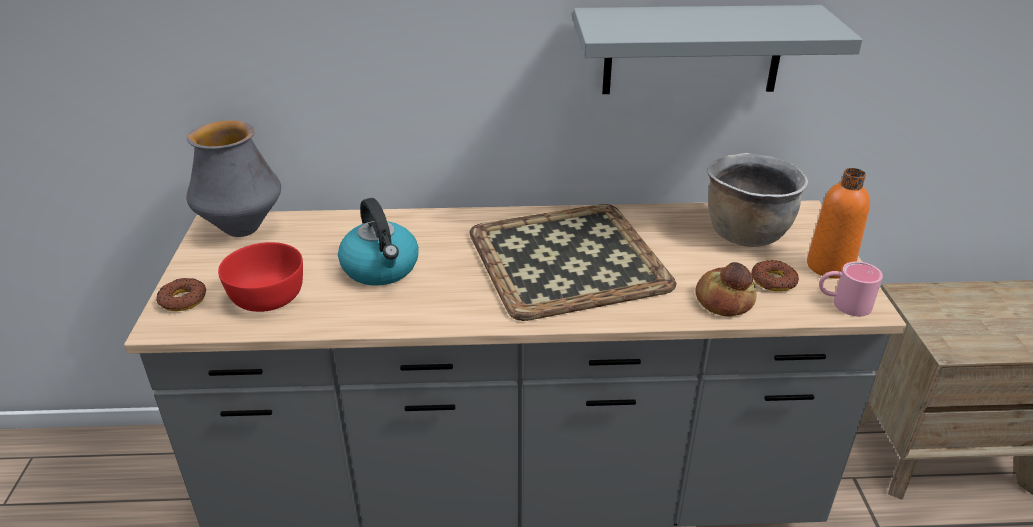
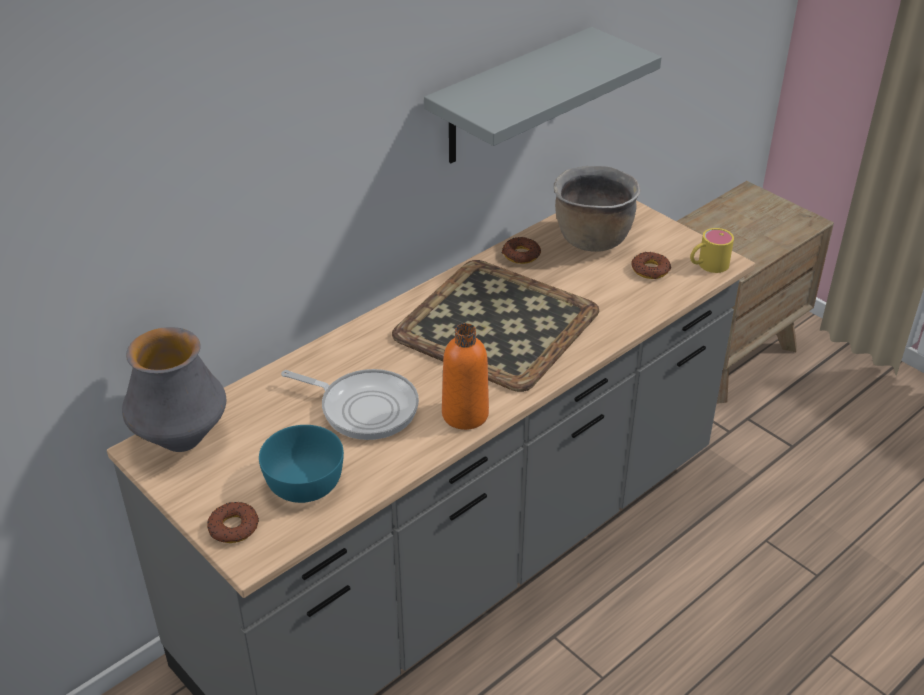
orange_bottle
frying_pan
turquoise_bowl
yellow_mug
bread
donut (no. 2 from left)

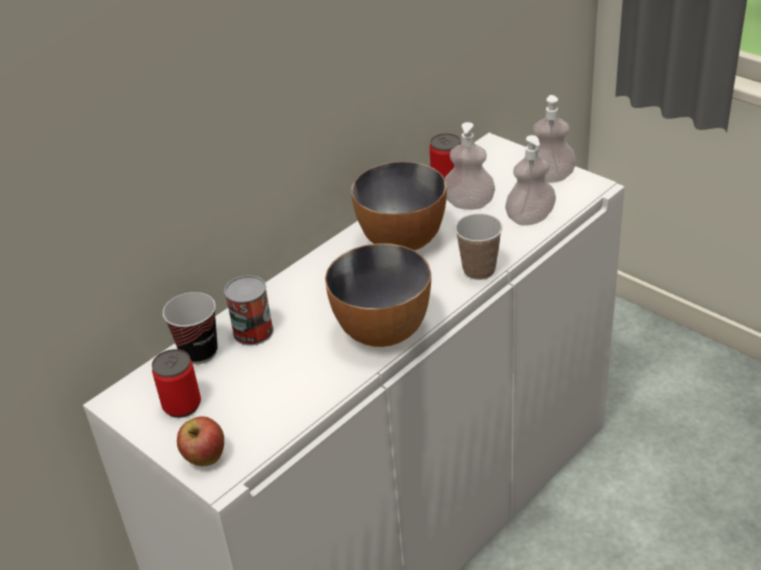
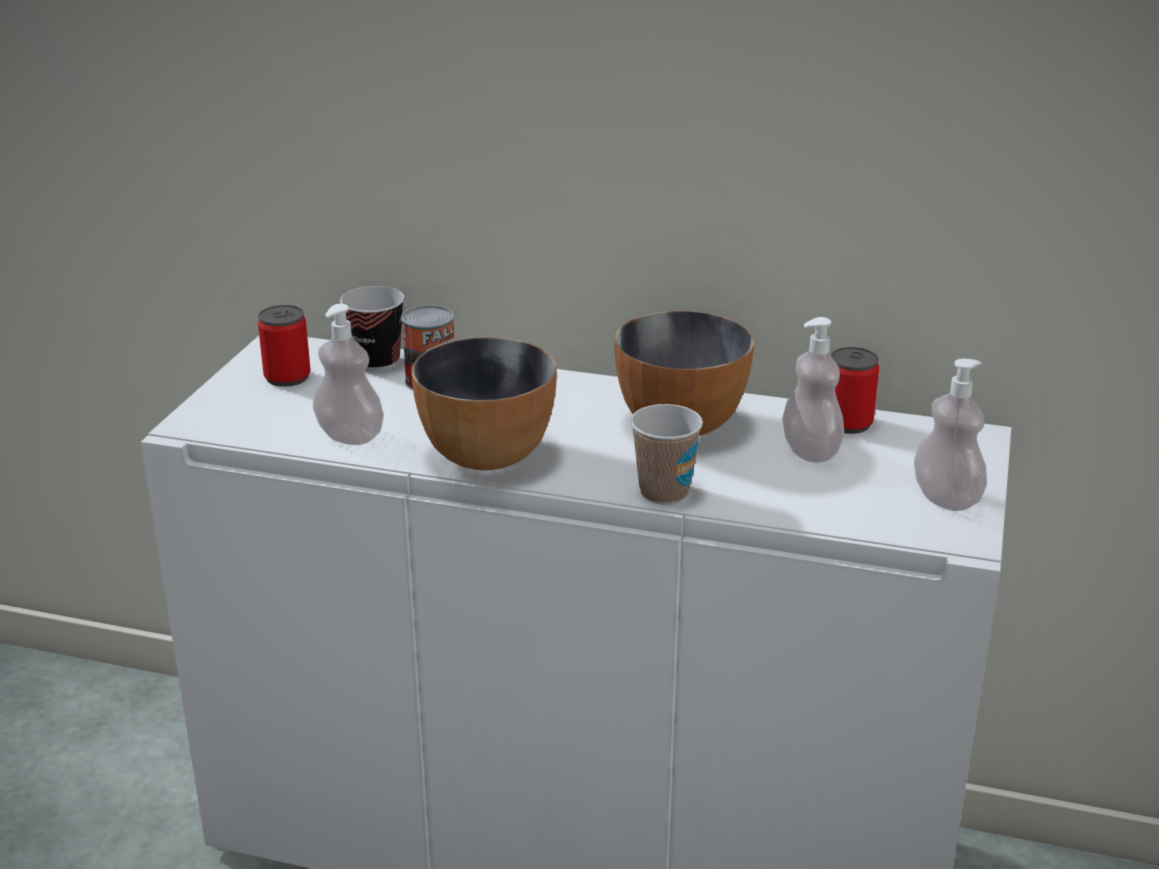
soap_dispenser (no. 1 from left)
apple

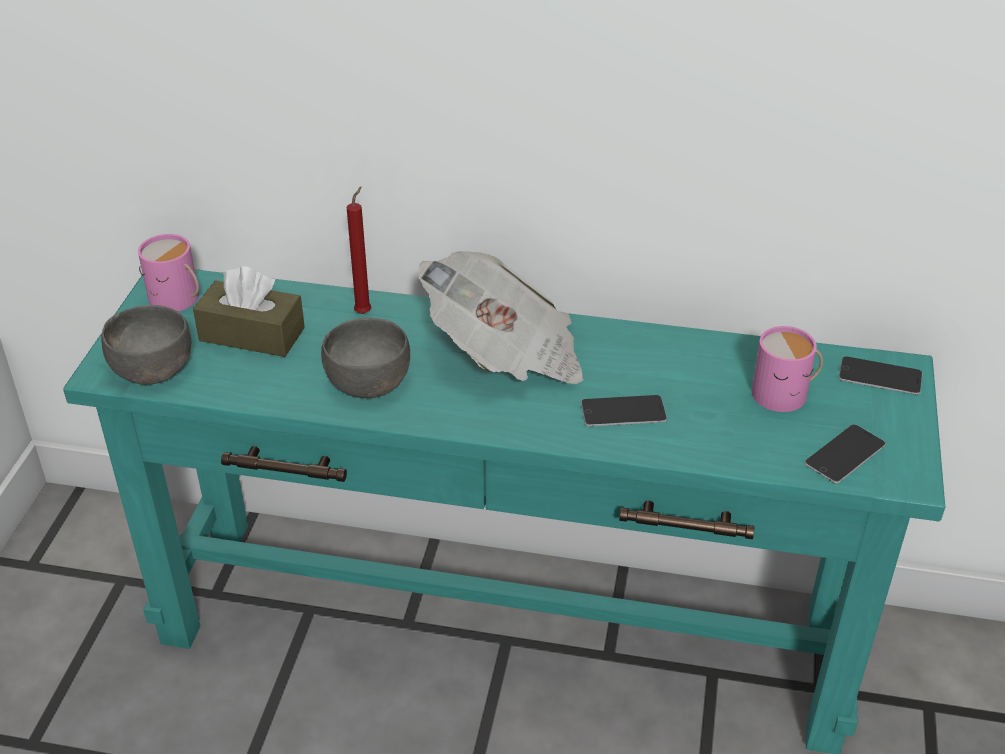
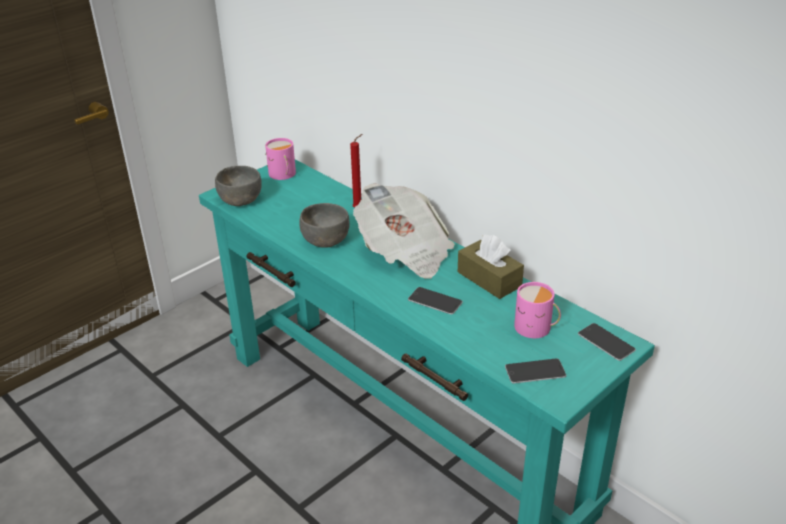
brown_tissue_box

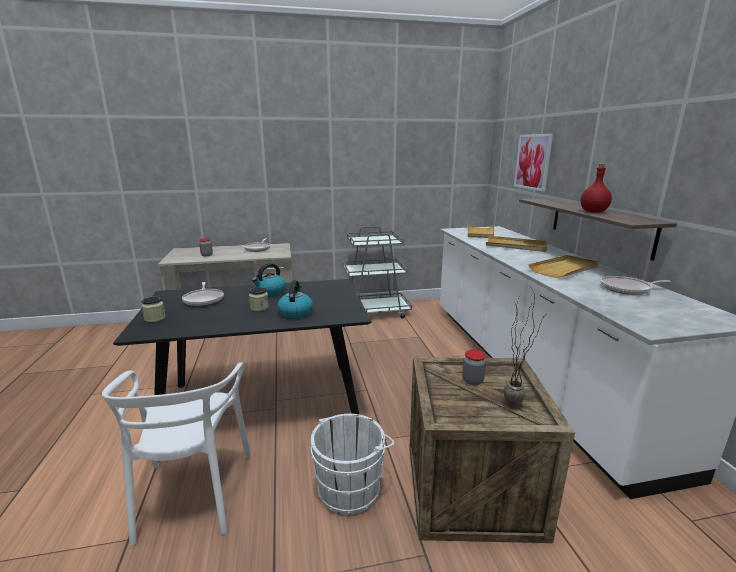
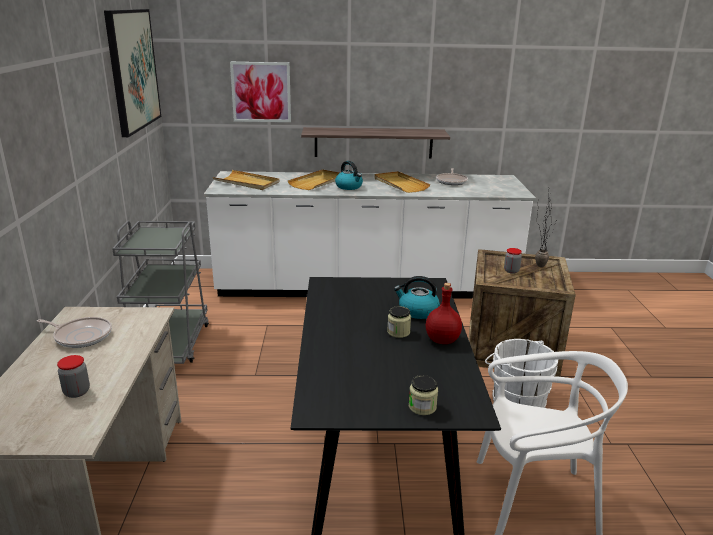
red_bottle
kettle (no. 1 from left)
frying_pan (no. 1 from left in the first image)
picture (no. 1 from left)

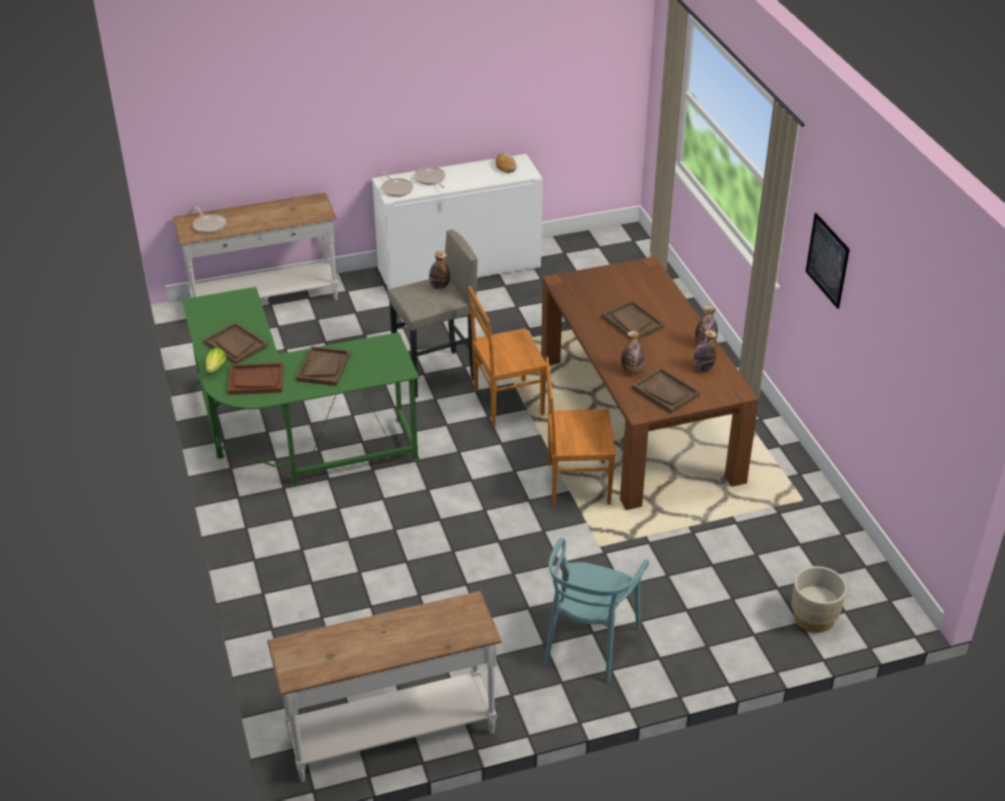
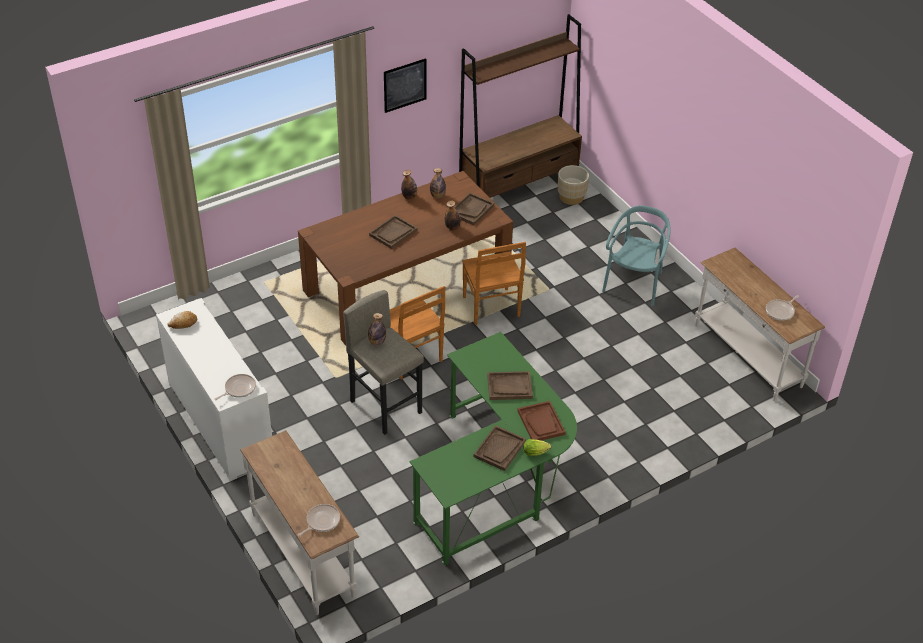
frying_pan (no. 3 from left)
turquoise_chair
brown_bookcase

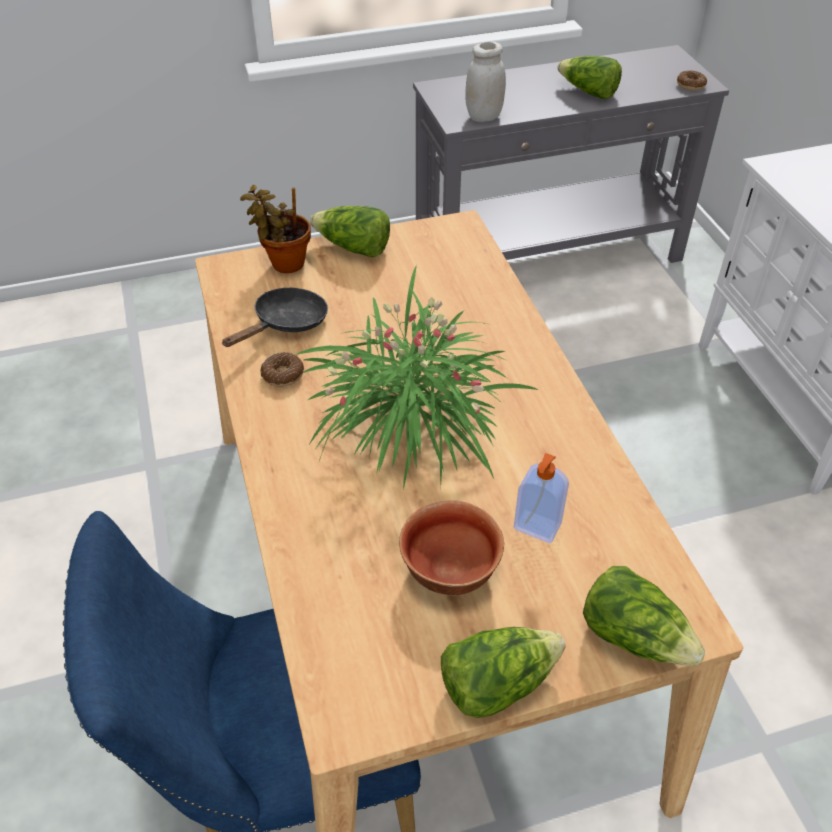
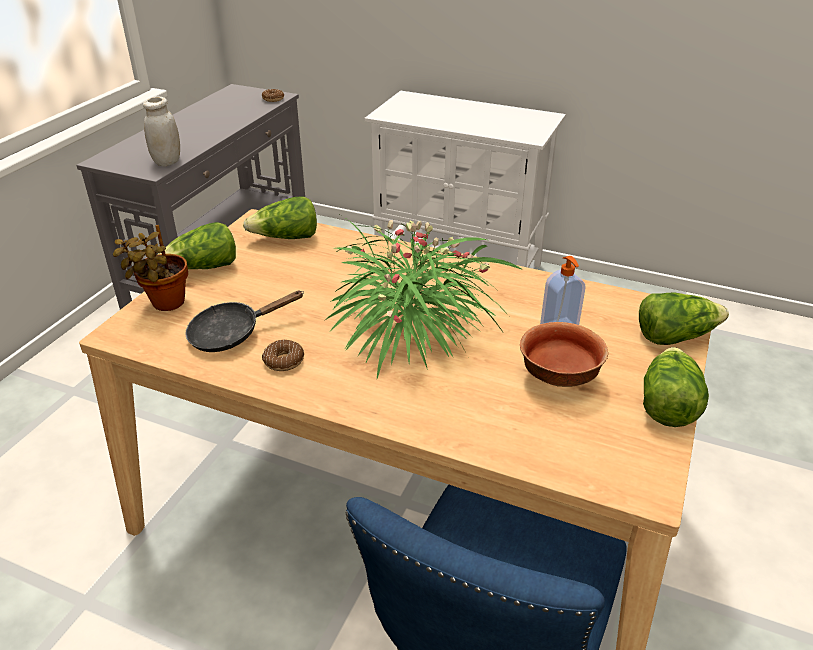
lettuce (no. 2 from left)
black_frying_pan

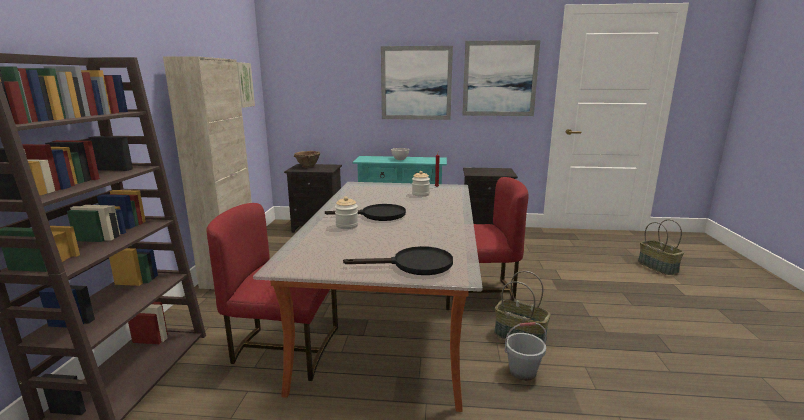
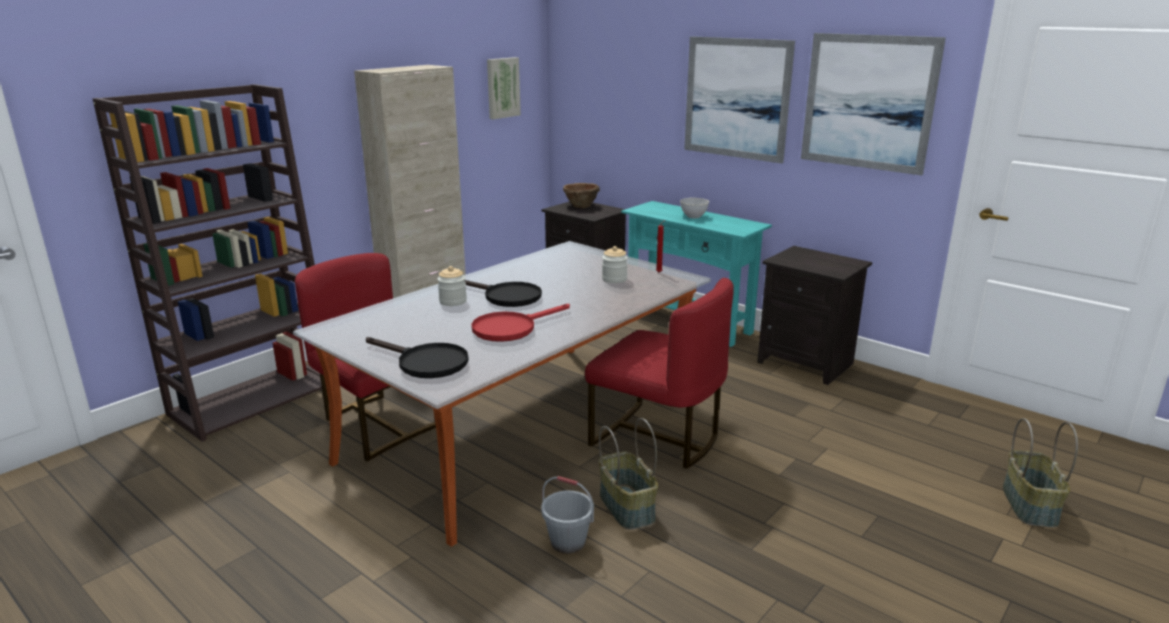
red_frying_pan

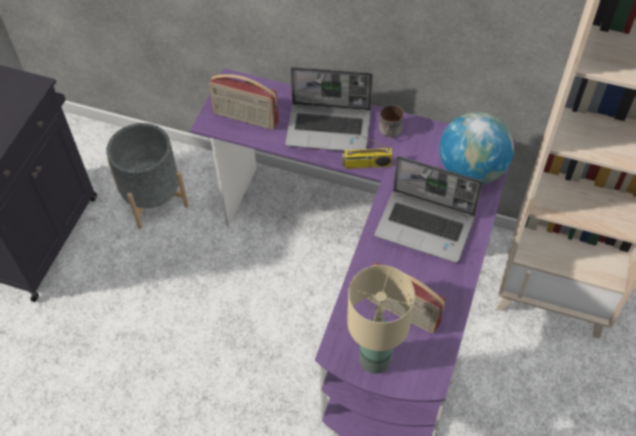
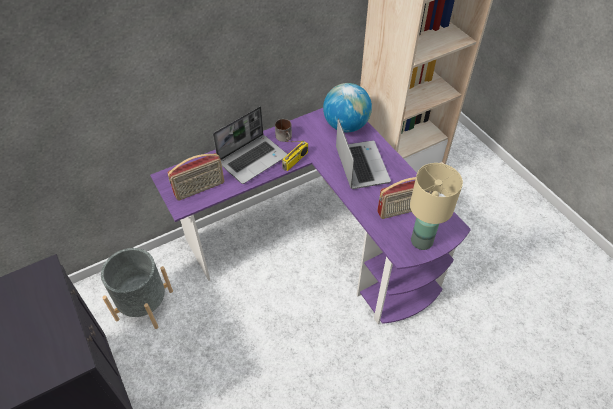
laptop (no. 2 from left)

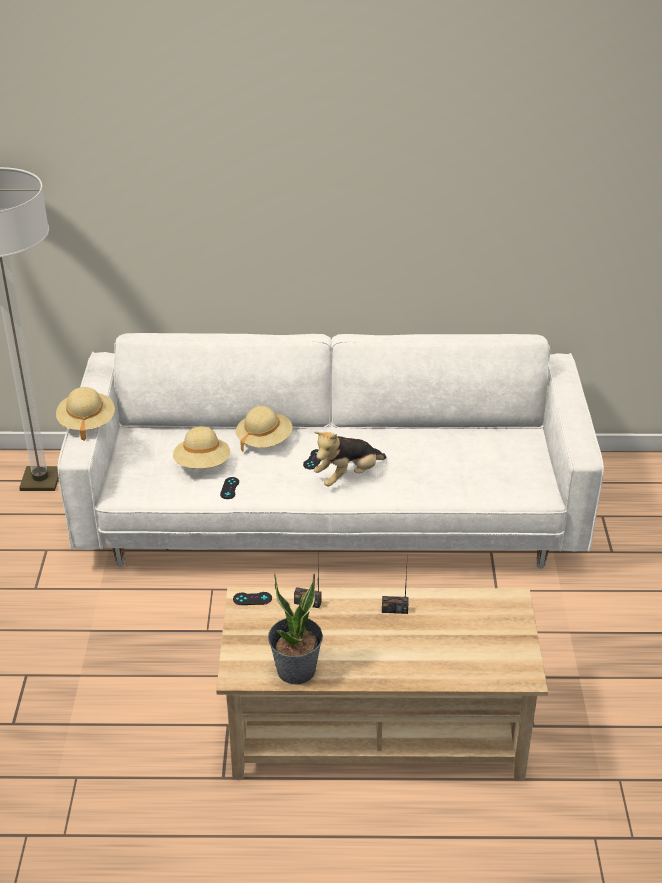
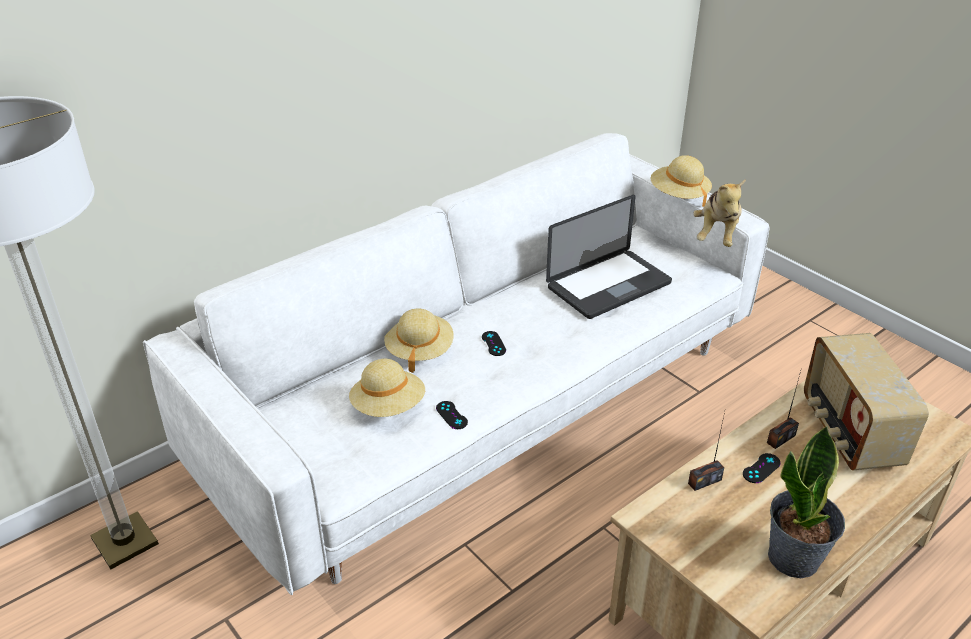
beige_hat (no. 3 from left)
plush_toy
black_game_controller (no. 3 from left)
laptop
radio (no. 3 from left)

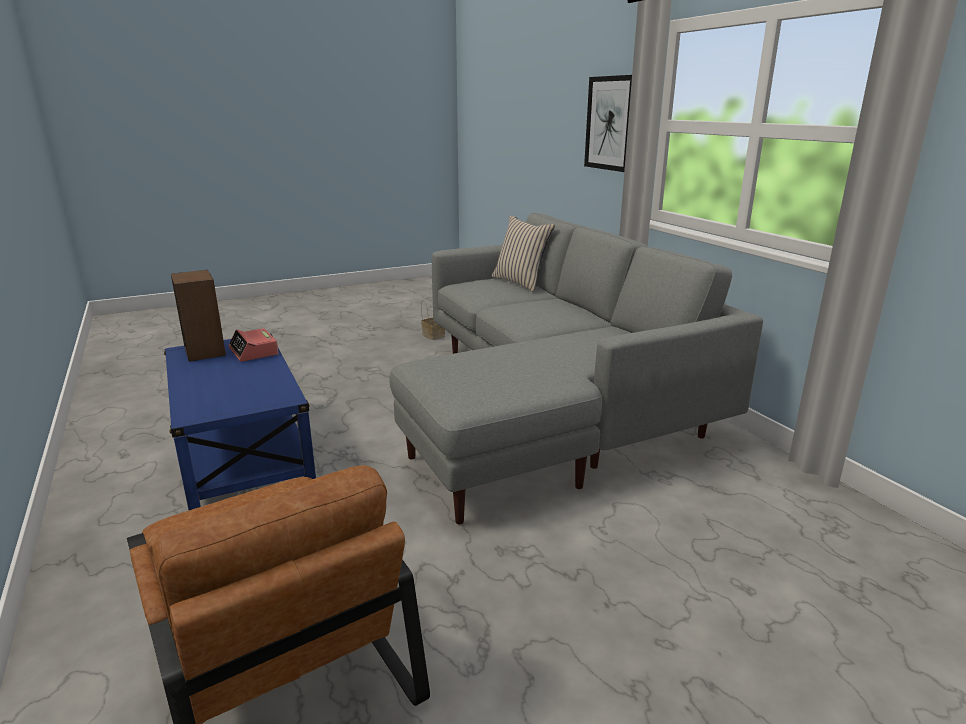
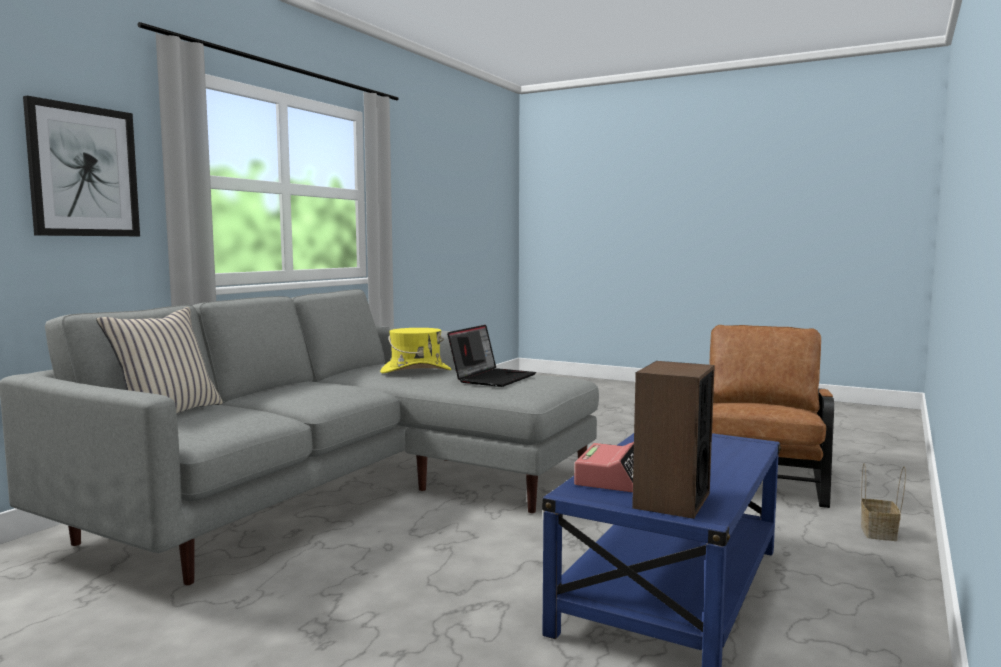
basket
laptop
yellow_hat

